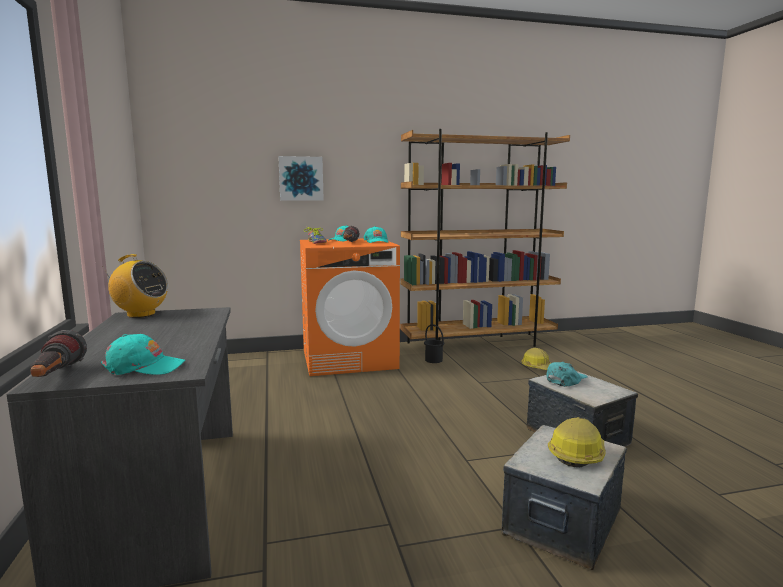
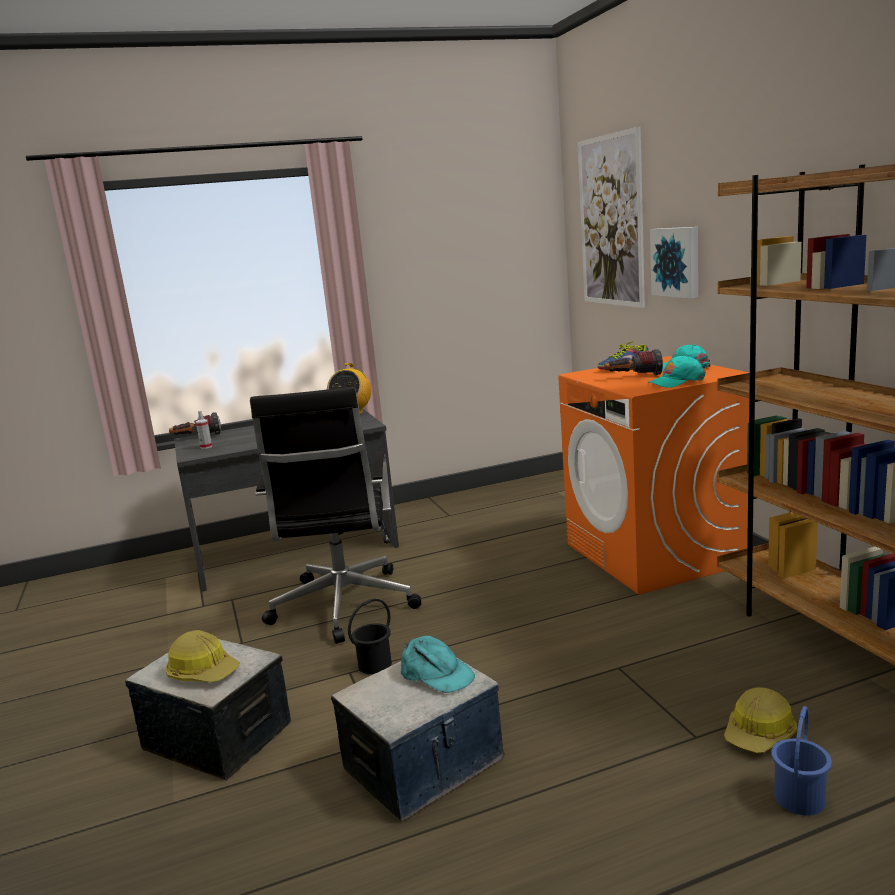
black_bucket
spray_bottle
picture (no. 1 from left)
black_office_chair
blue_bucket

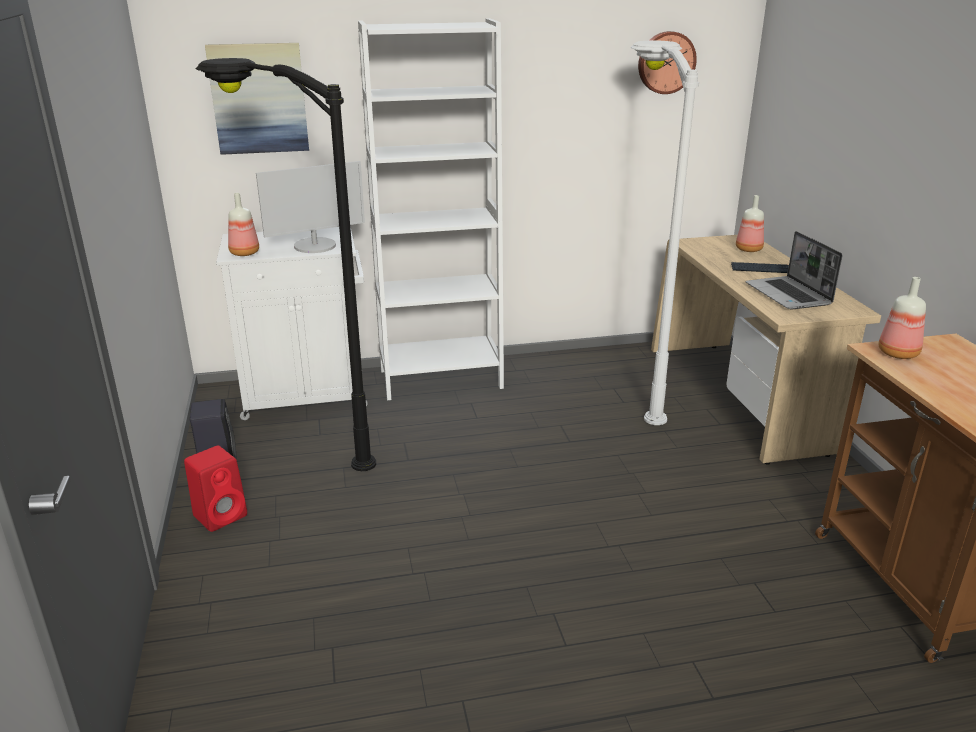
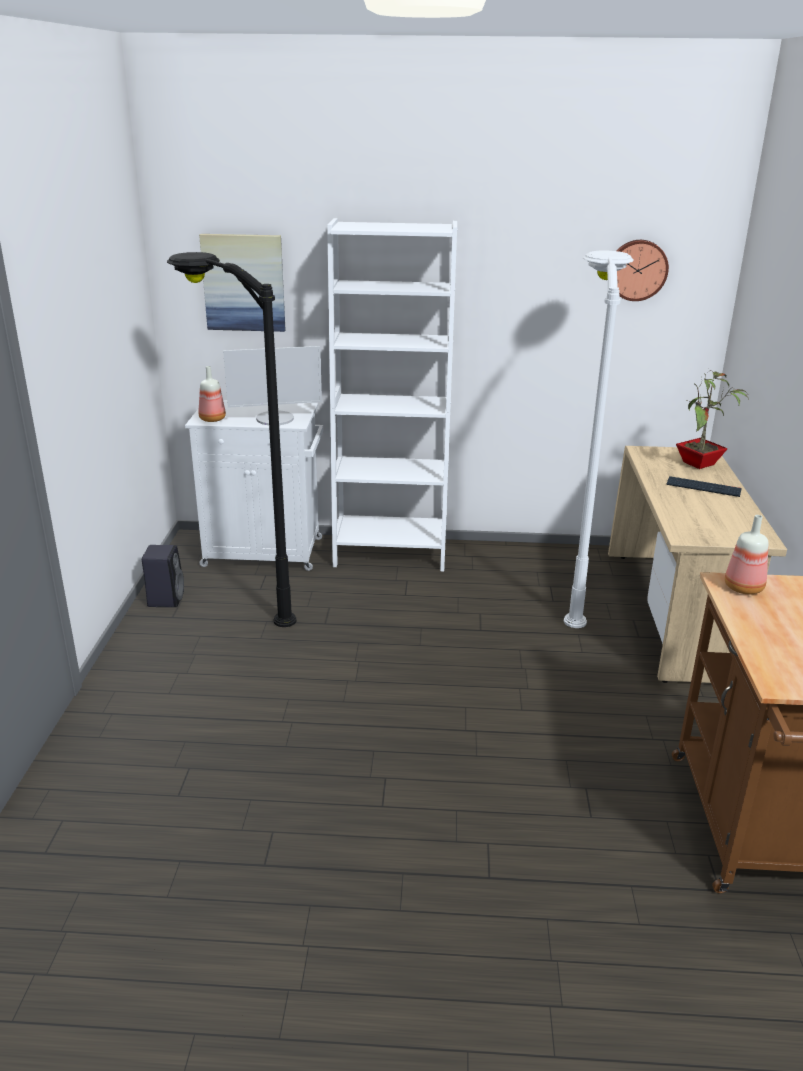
potted_plant
laptop
red_speaker

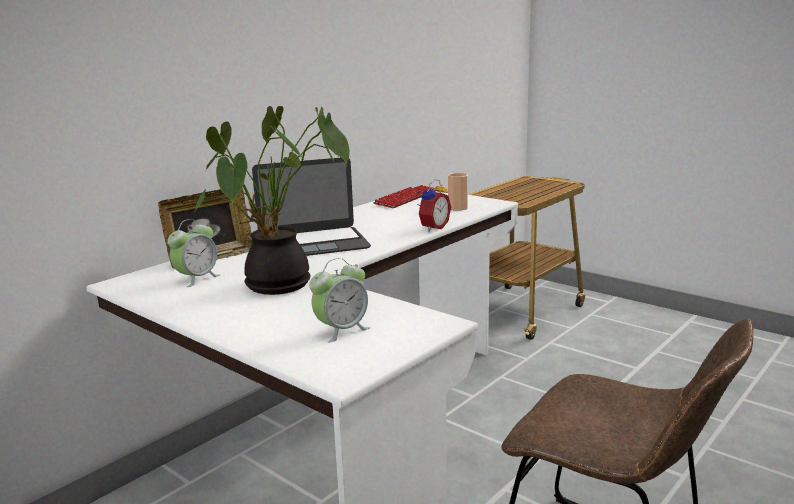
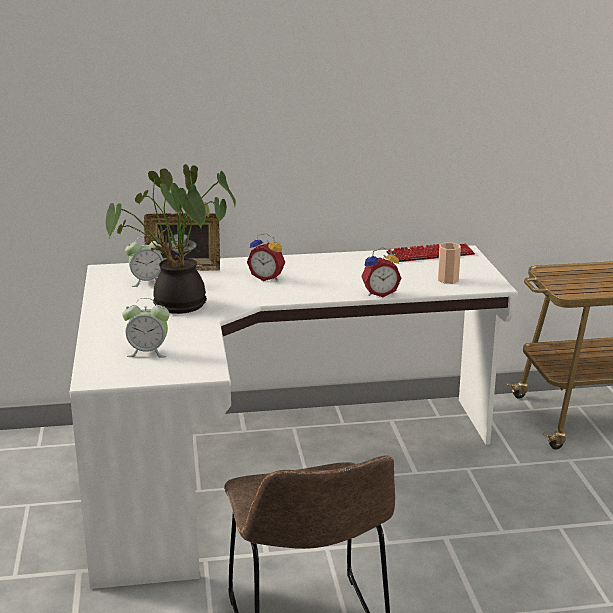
alarm_clock (no. 3 from left)

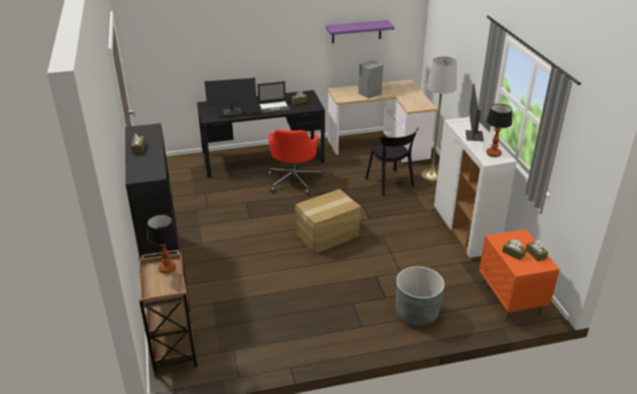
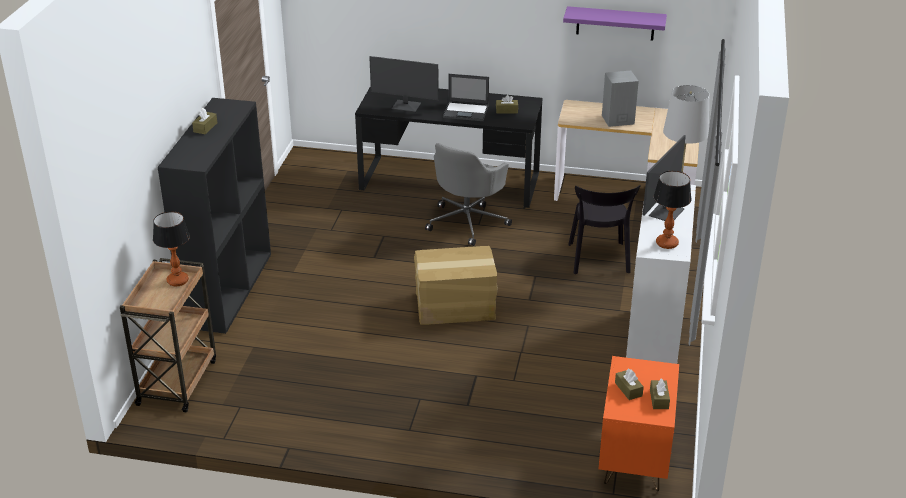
grey_office_chair
grey_planter

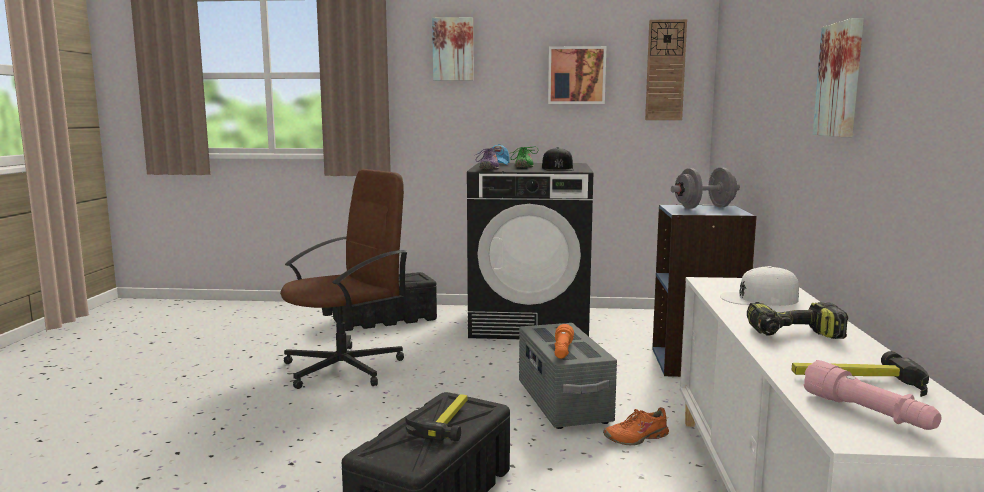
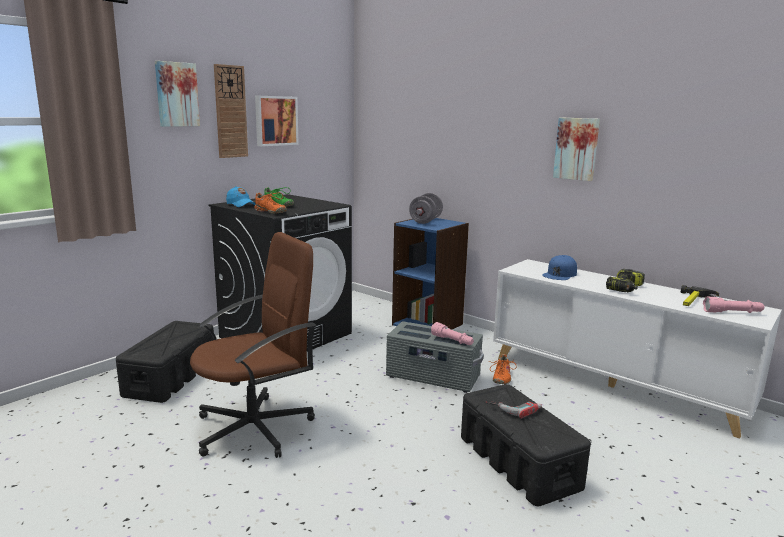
wall_clock
black_cap
orange_shoe (no. 1 from left)
brown_office_chair
blue_cap (no. 2 from left)
pink_flashlight (no. 1 from left)
power_drill (no. 1 from left)

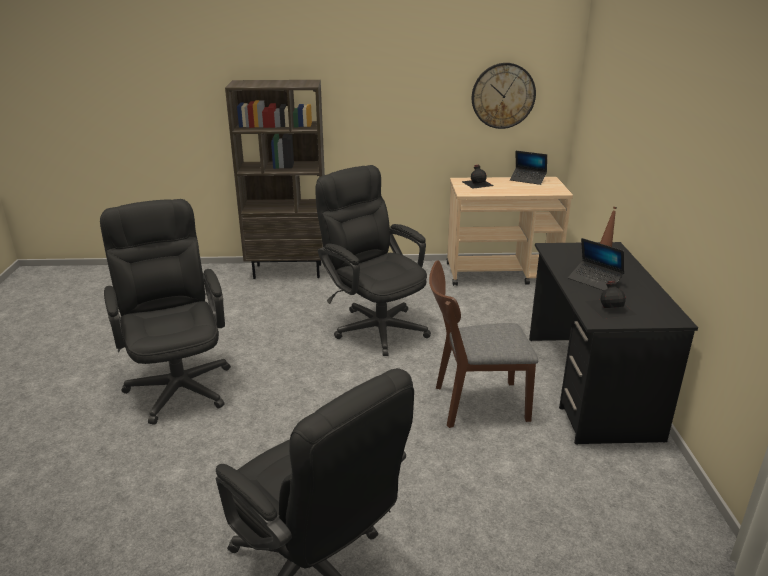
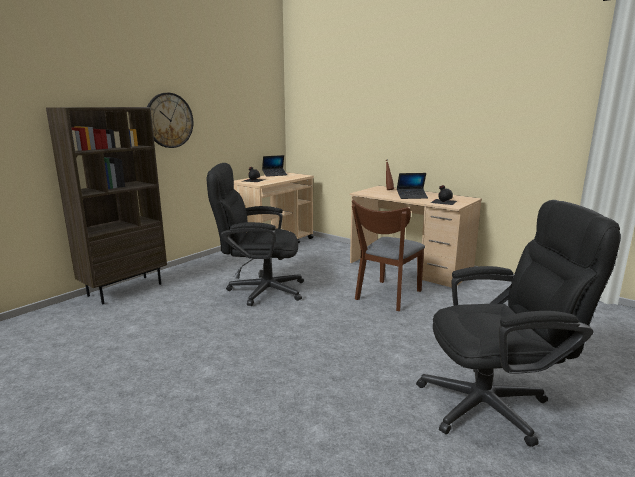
wall_clock
black_office_chair (no. 1 from left in the first image)
beige_desk

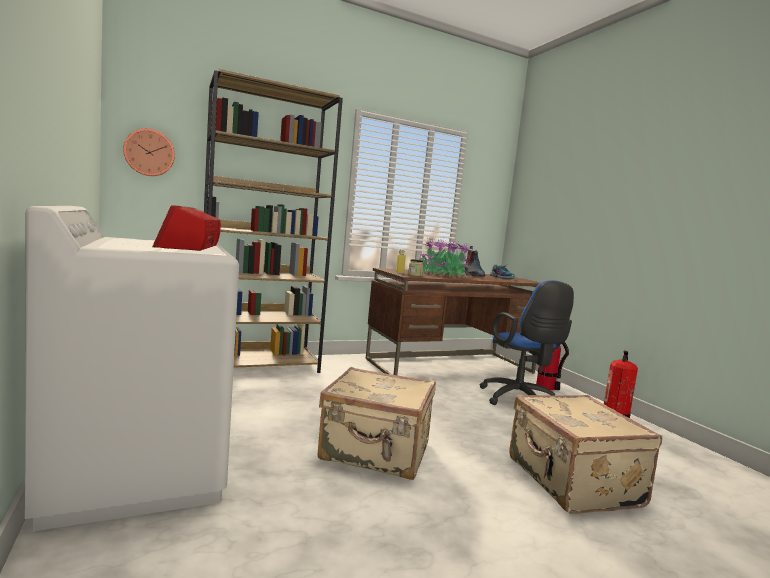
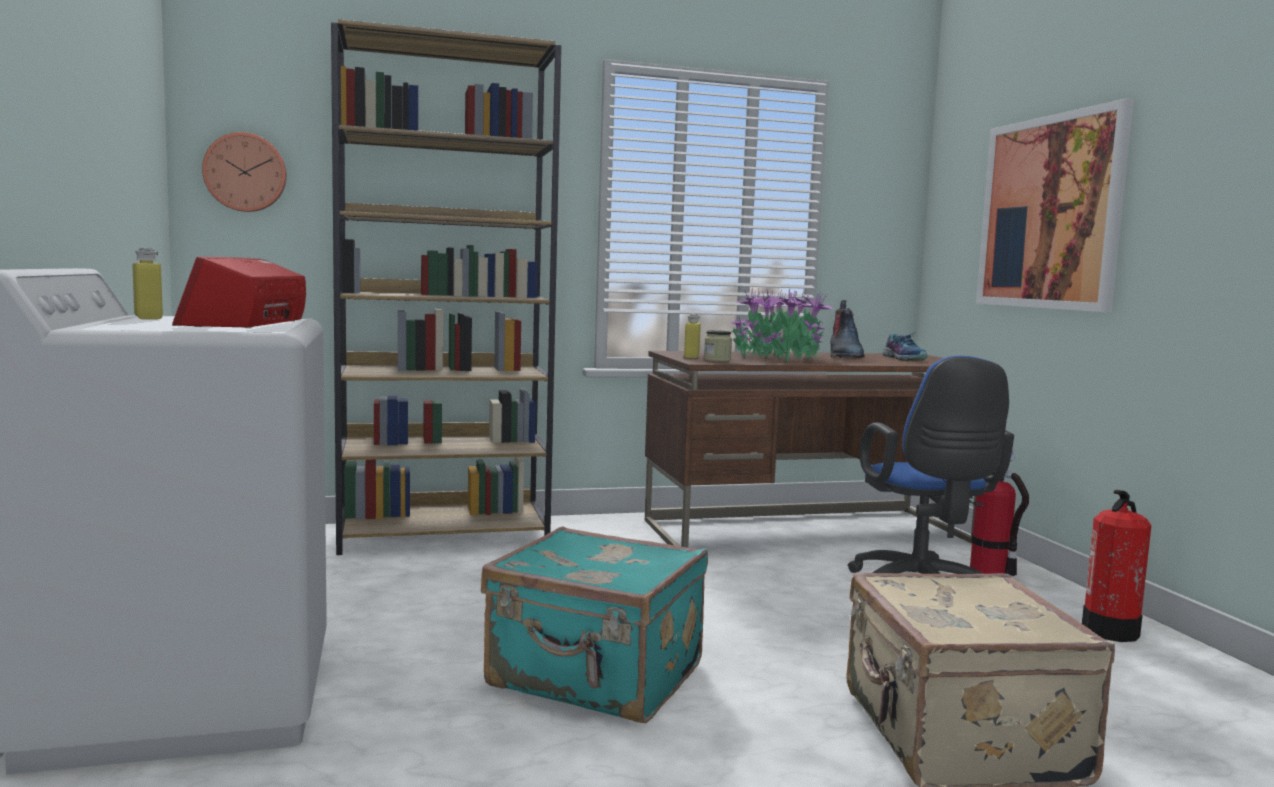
turquoise_suitcase
picture
yellow_bottle (no. 1 from left)

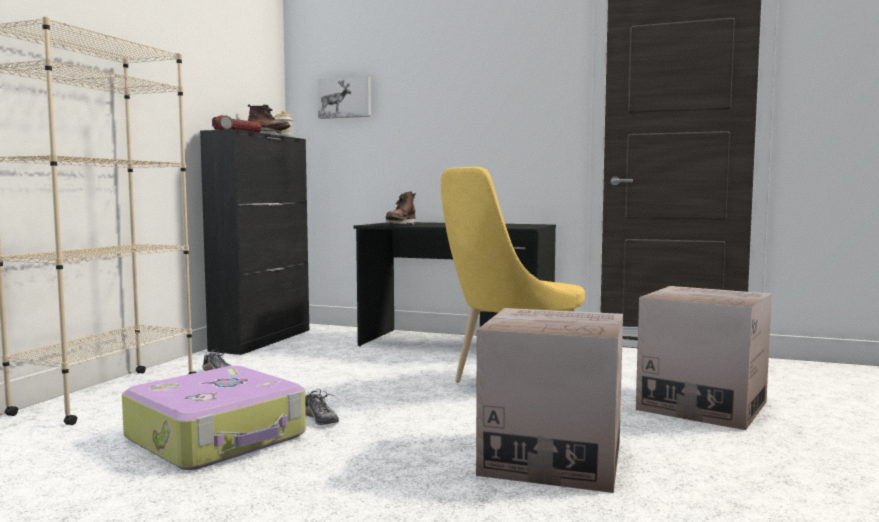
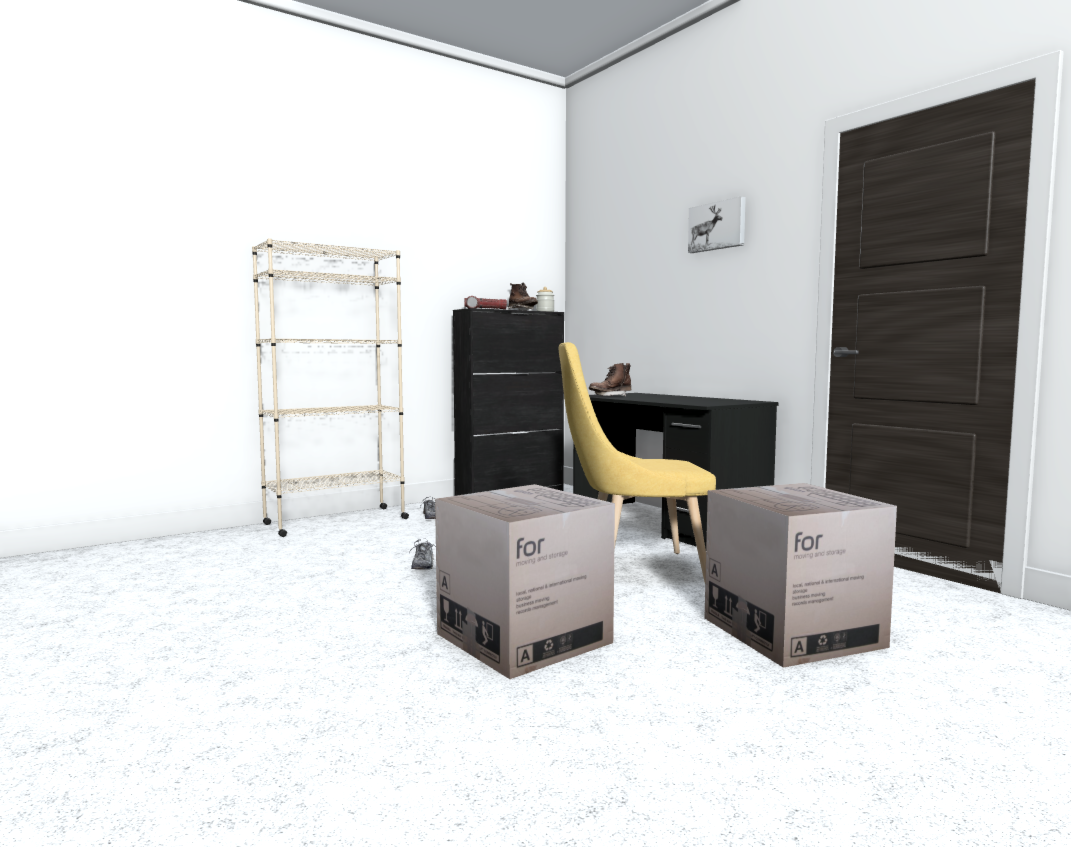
picture
suitcase

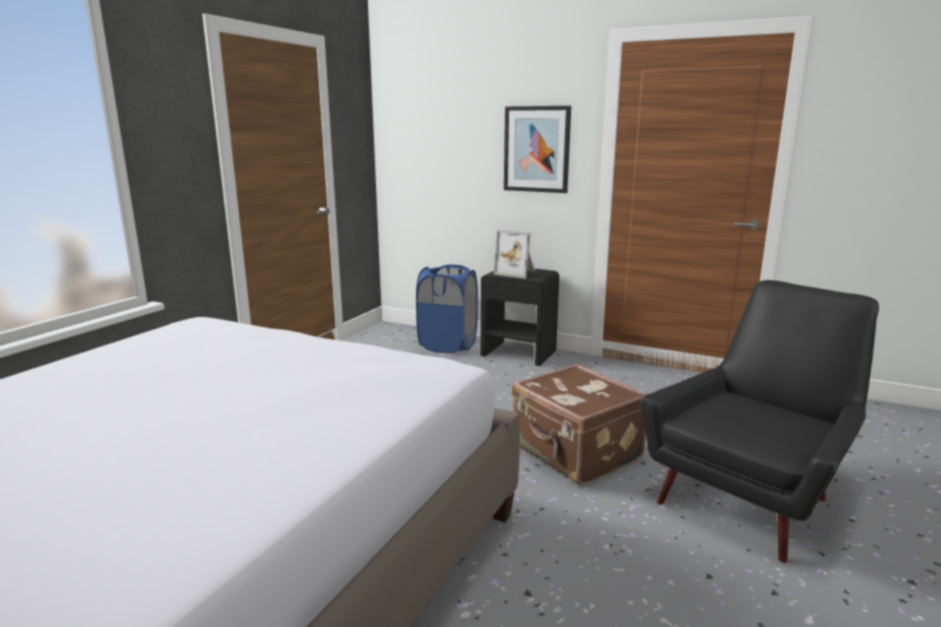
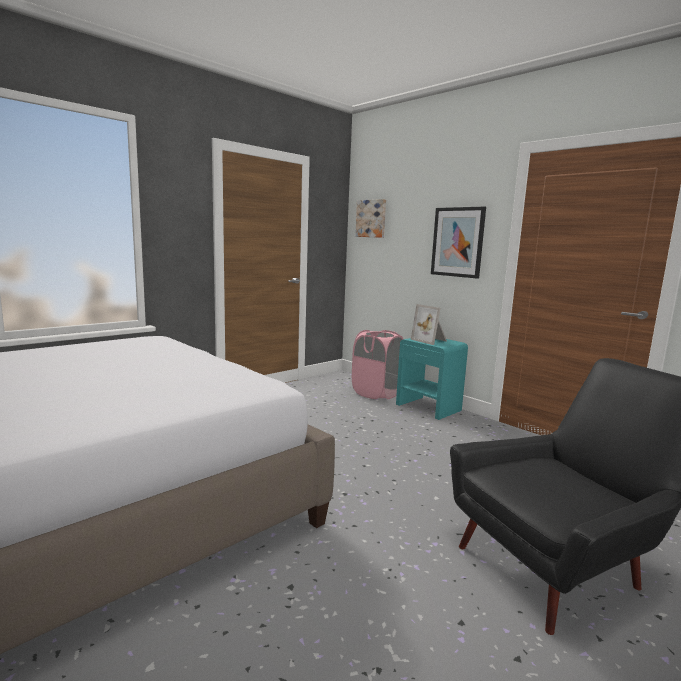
pink_laundry_basket
turquoise_nightstand
brown_suitcase
picture (no. 1 from left)

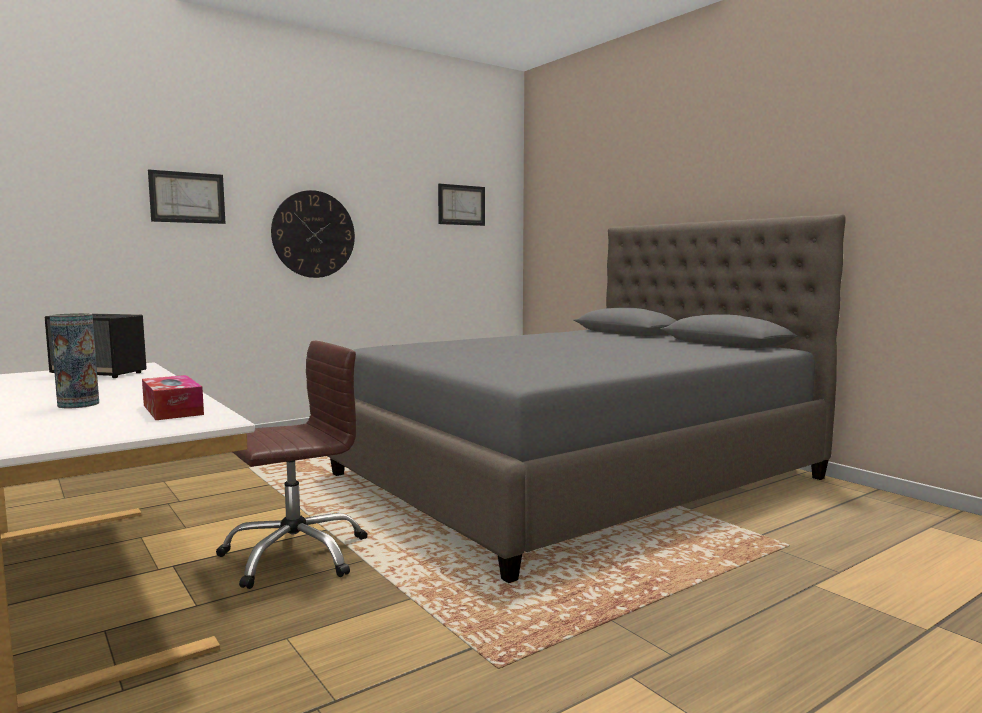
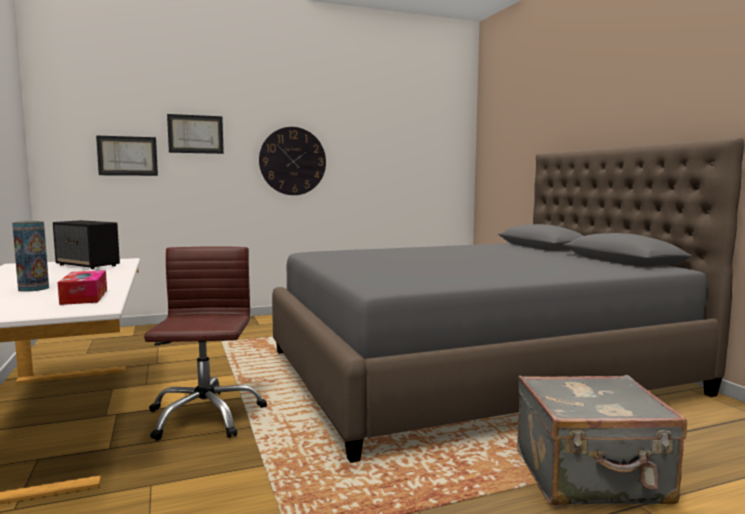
picture (no. 1 from left)
brown_office_chair
grey_suitcase

